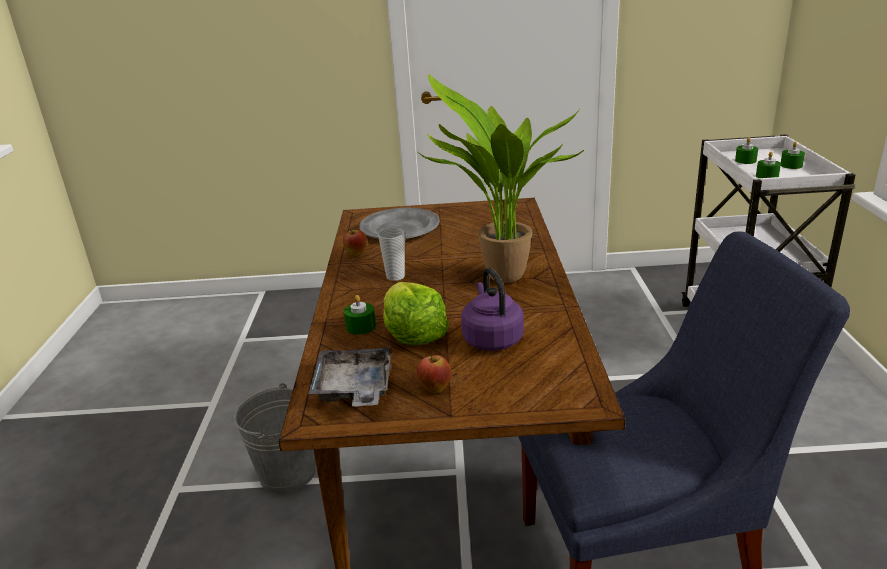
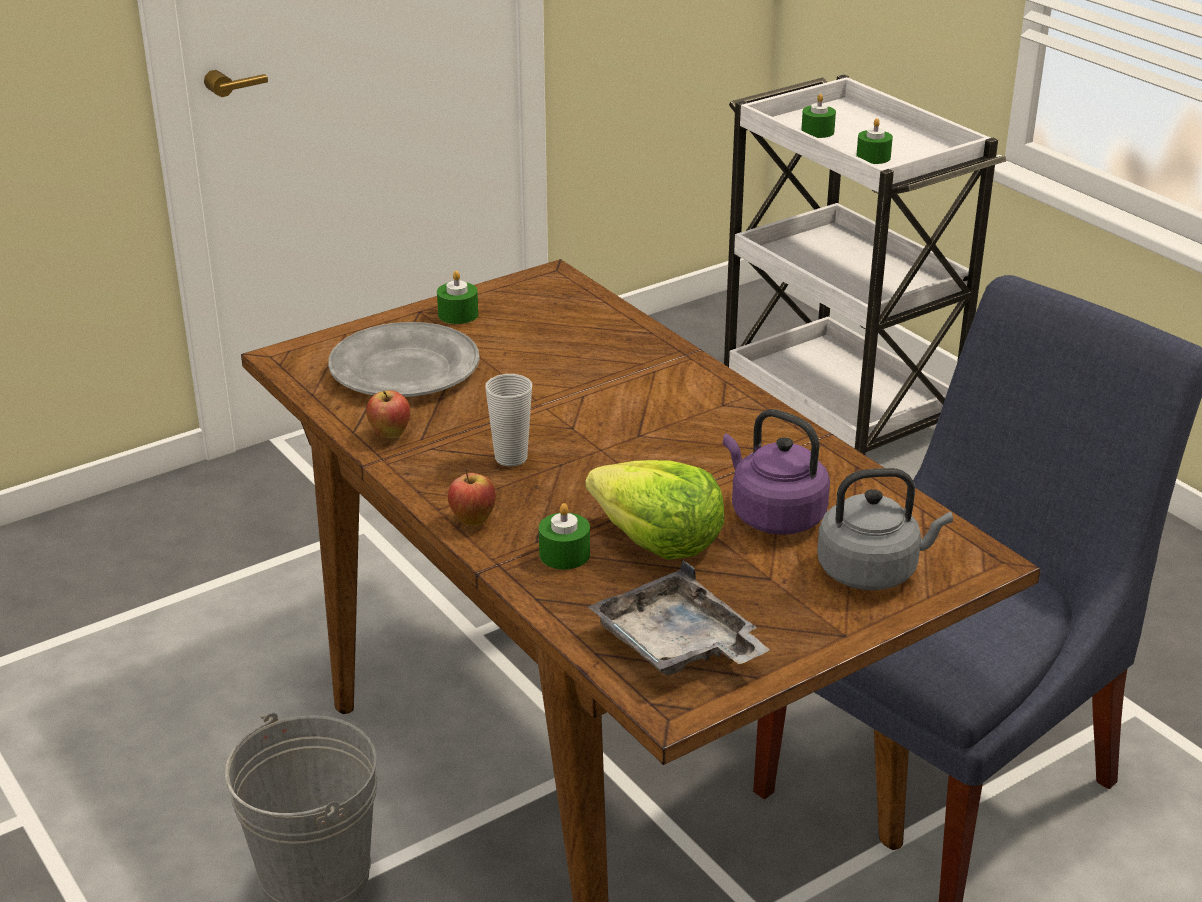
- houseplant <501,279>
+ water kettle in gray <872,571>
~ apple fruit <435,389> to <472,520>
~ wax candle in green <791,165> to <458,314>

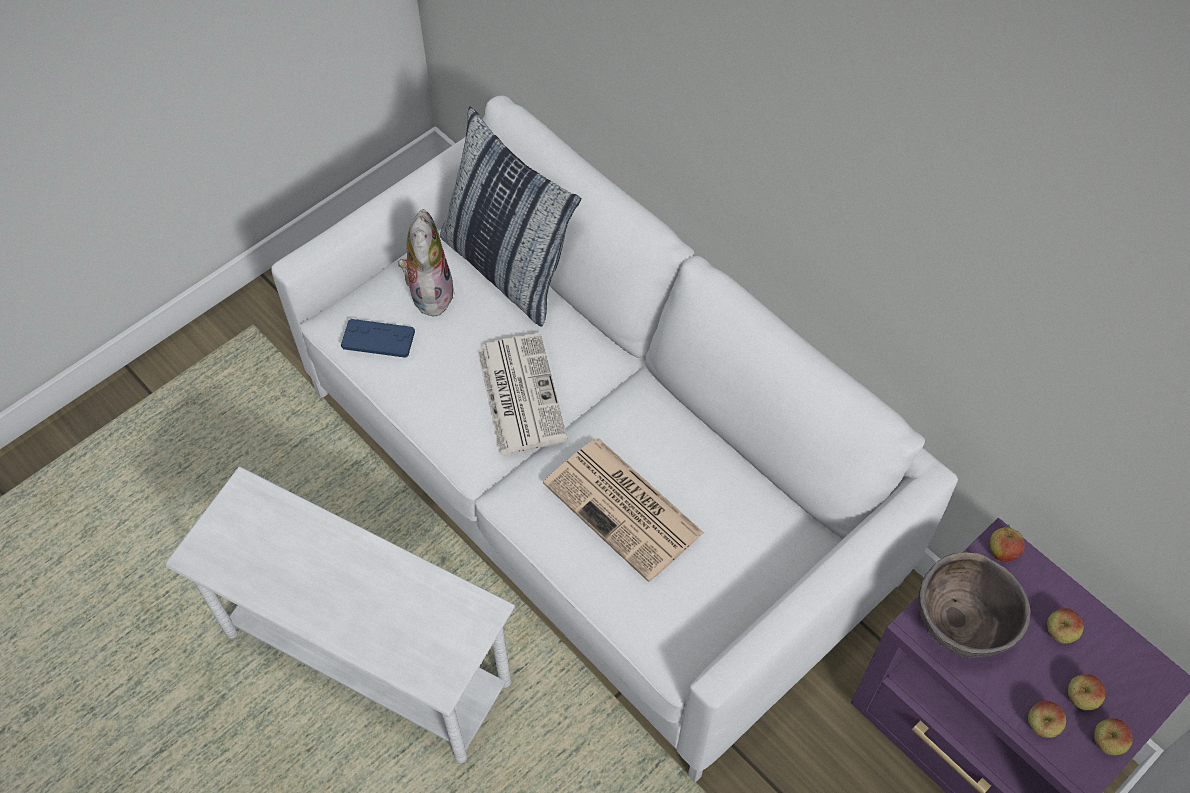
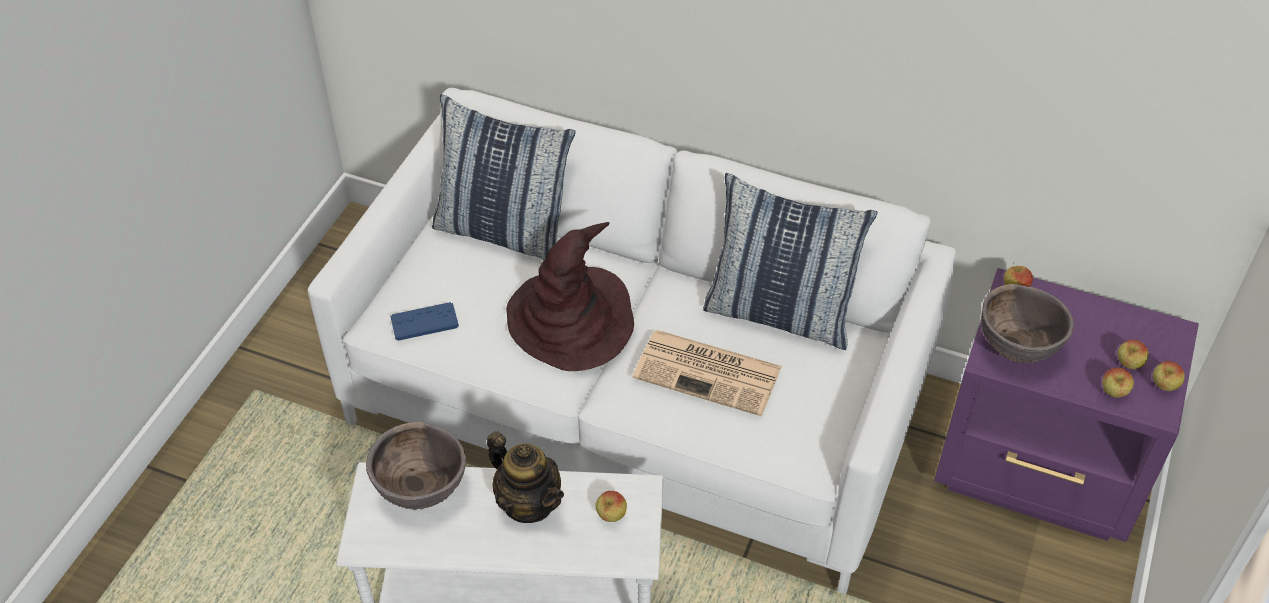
- soft toy <429,292>
+ deep dish in brown-coloured <421,491>
+ pot for tea <528,503>
+ throw pillow <780,314>
~ apple fruit <1059,633> to <611,516>
~ daily paper <519,393> to clothing hat in brown-coloured <571,320>

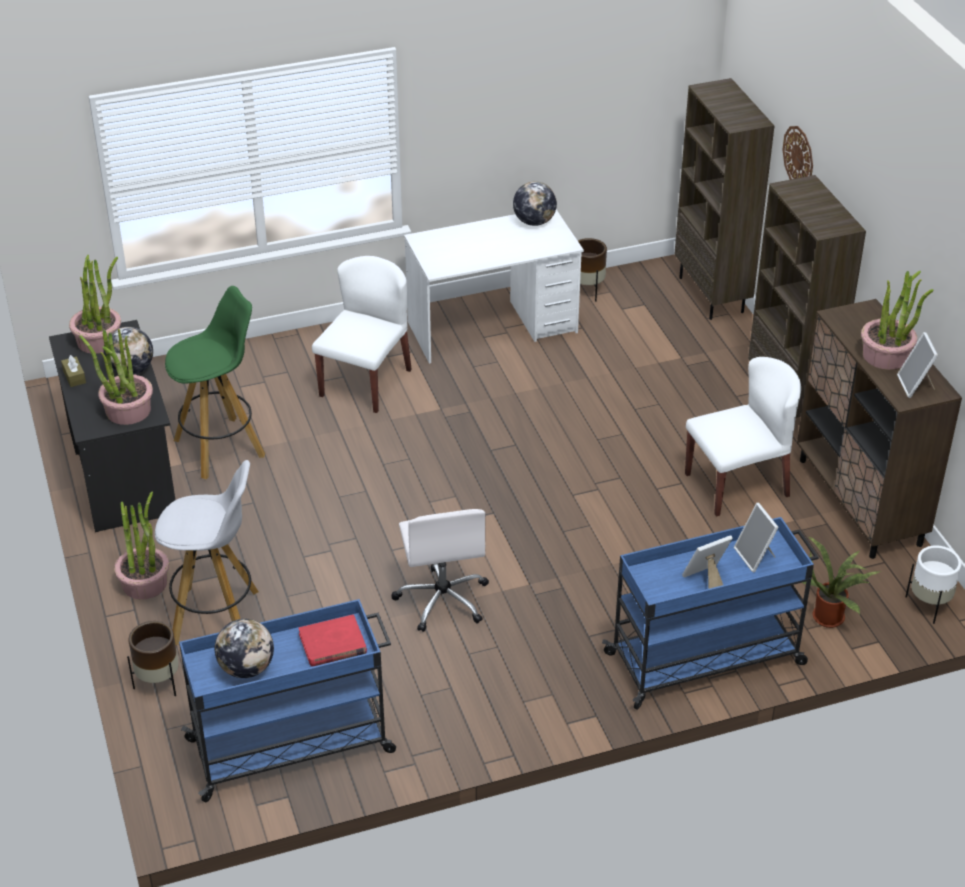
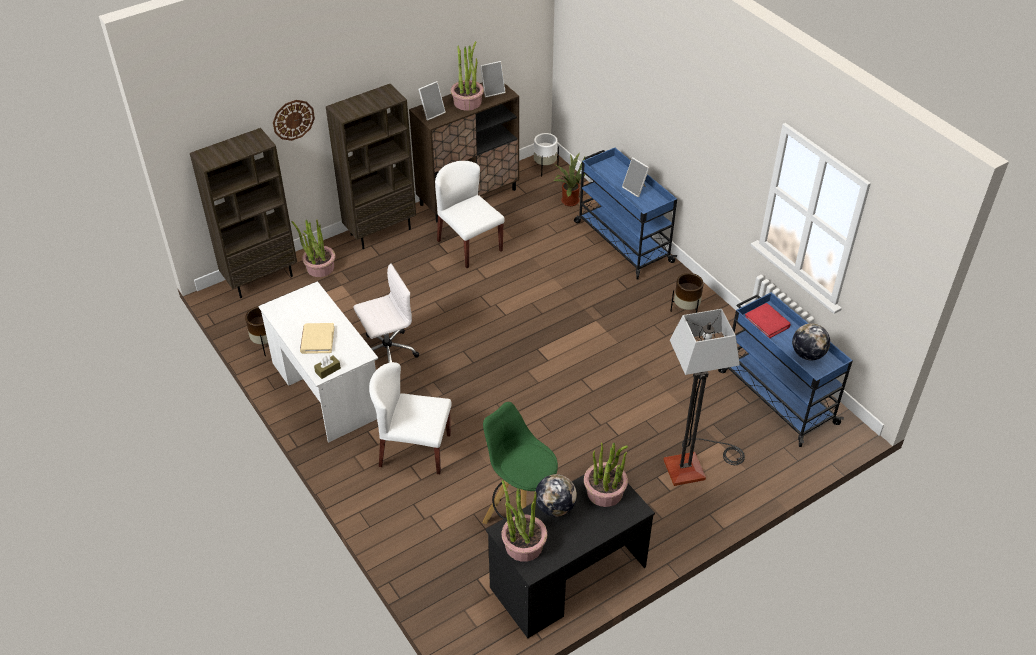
- desk globe <534,222>
+ book in beige <317,340>
~ box of tissues in brown-coloured <74,376> to <328,370>
~ houseplant <145,583> to <320,267>
~ plant pot in brown-coloured <158,682> to <685,311>
~ desk chair in whitish <443,599> to <387,352>
~ picture frame <755,557> to <432,113>
~ stool seat in whitish <217,617> to standing lamp <694,464>

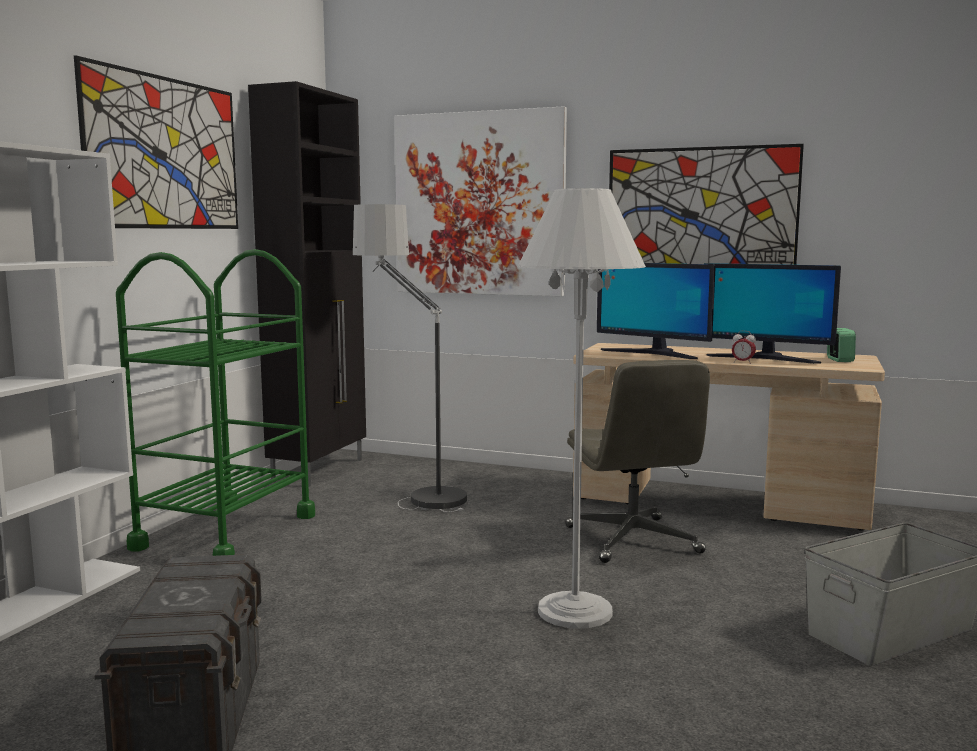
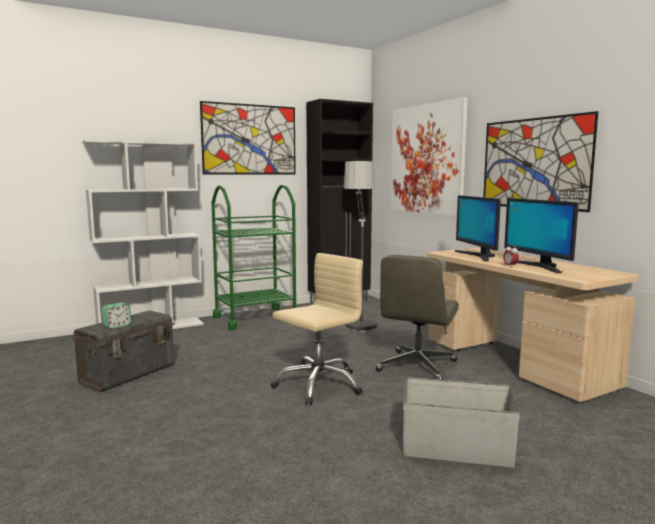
~ table clock <839,360> to <117,326>
~ standing lamp in whitish <575,611> to desk chair in beige <318,385>

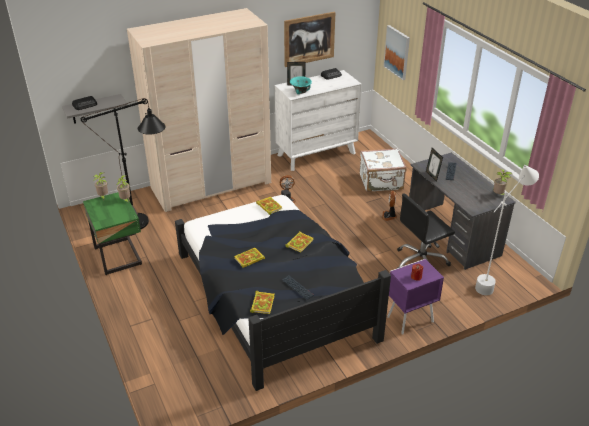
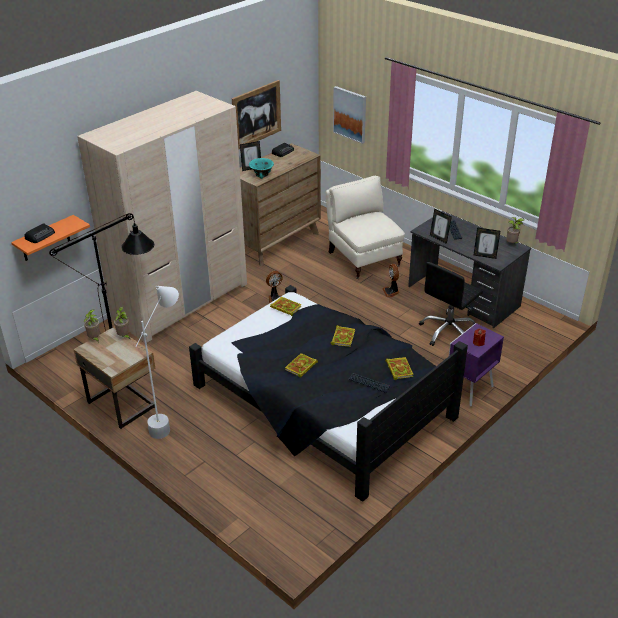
+ picture frame <485,256>
~ book <262,303> to <399,369>
~ standing lamp in whitish <493,282> to <170,420>
~ travel case in whitish <381,182> to armchair in beige <363,258>
~ bracket shelf in gray <93,109> to bracket shelf in orangey <45,239>
~ bedside table in green <119,255> to bedside table in beige <123,403>
~ dresser in whitish <316,154> to dresser in brown-coloured <277,242>

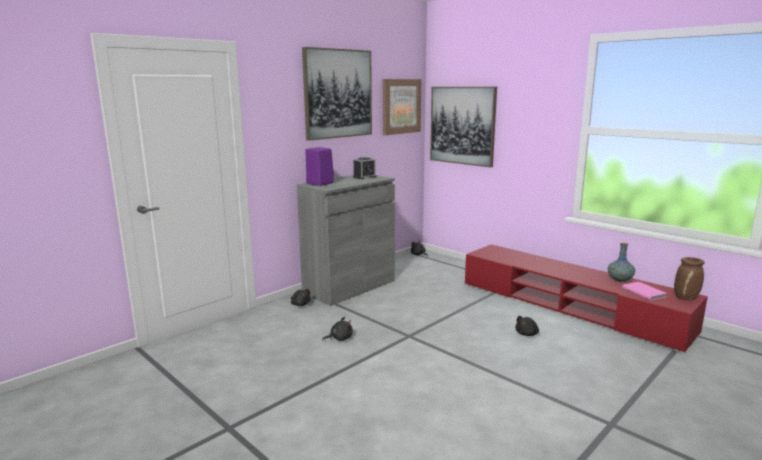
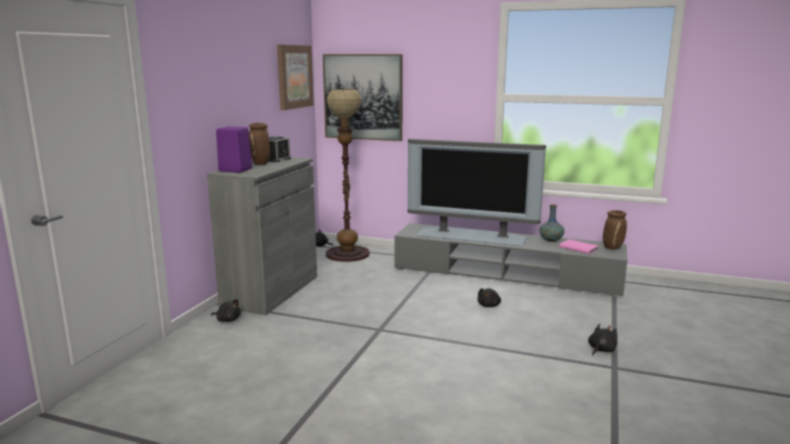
- wall picture <338,94>
+ vase in brown-coloured <261,164>
+ standing lamp <347,254>
+ TV <471,236>
~ soft toy in black-coloured <340,338> to <601,350>
~ tv unit in red-coloured <570,307> to tv unit in gray <506,274>

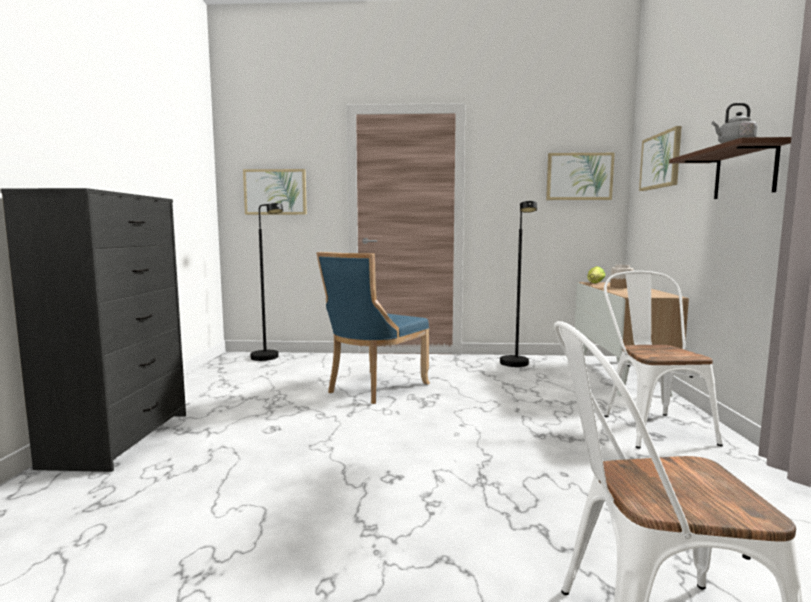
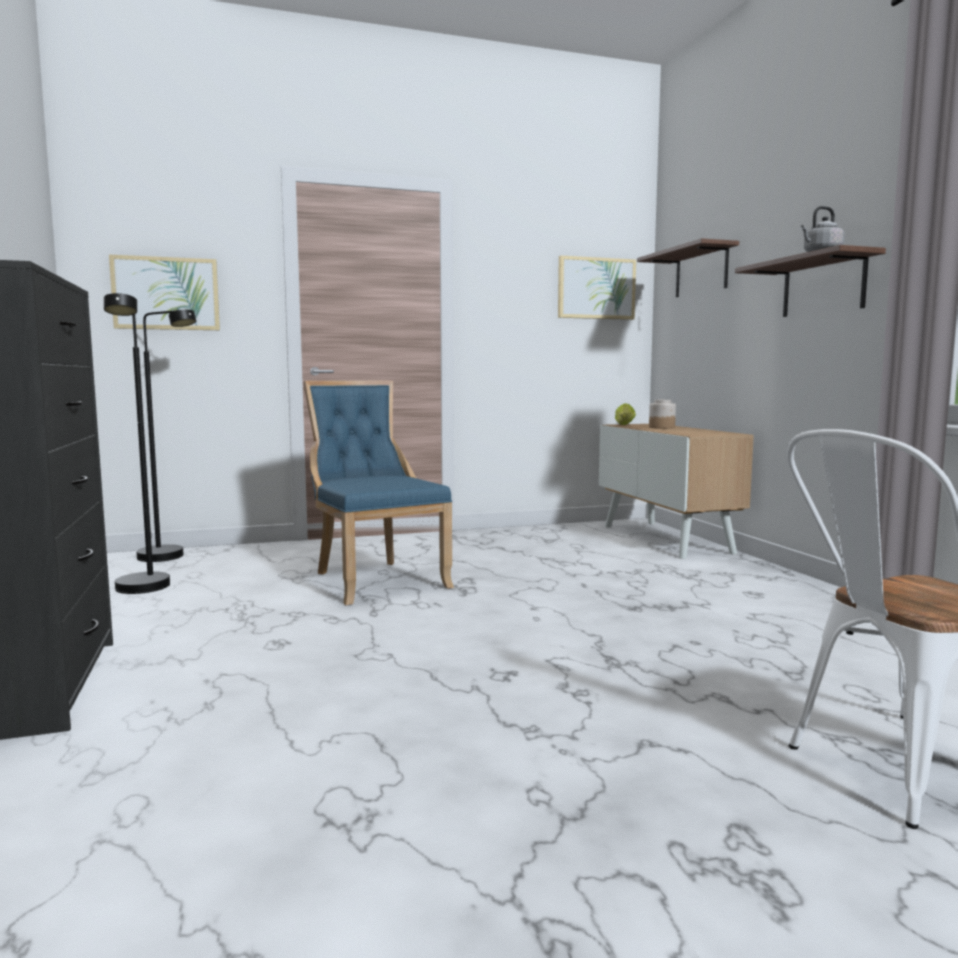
- chair in whitish <651,426>
~ standing lamp in black-coloured <516,365> to <143,590>
~ wall picture <660,161> to bracket shelf <701,271>
~ chair in blue-coloured <373,388> = <375,580> 135 degrees clockwise

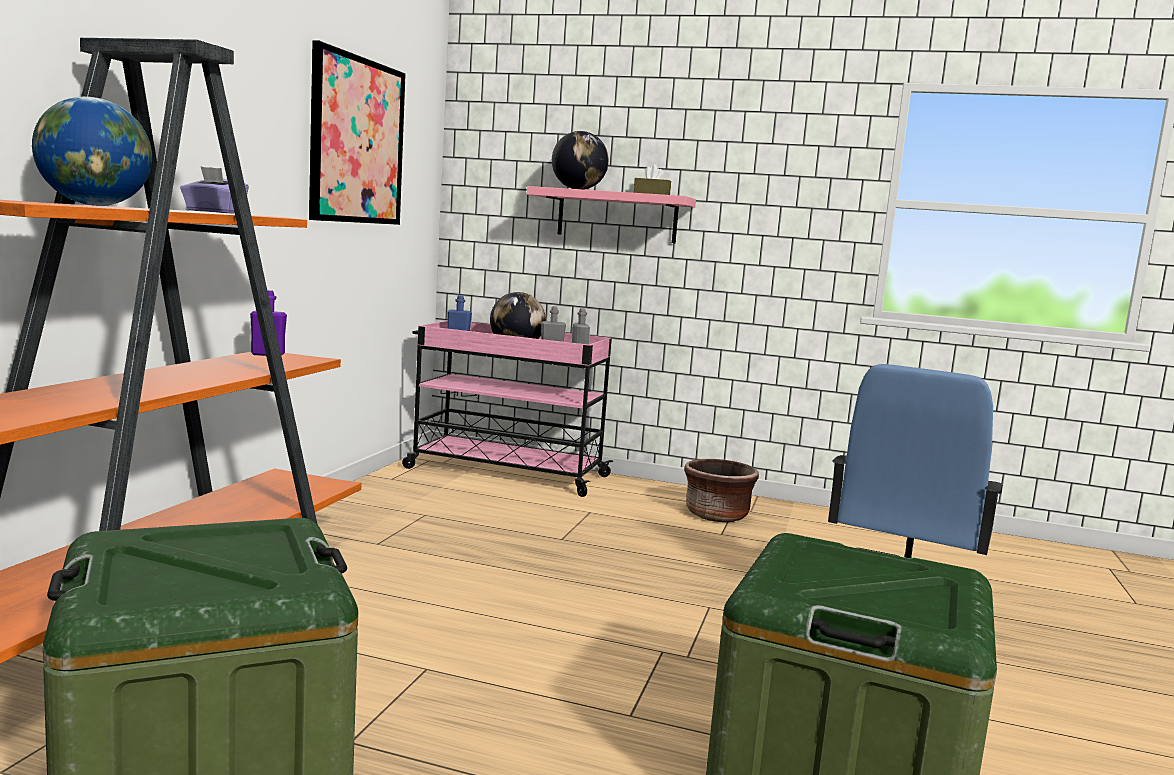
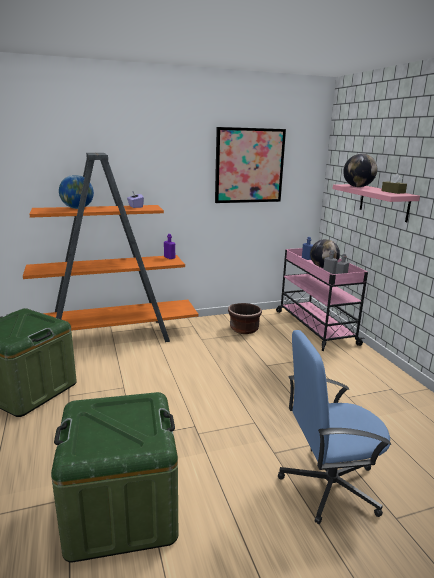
~ plant pot in brown-coloured <716,515> to <244,329>

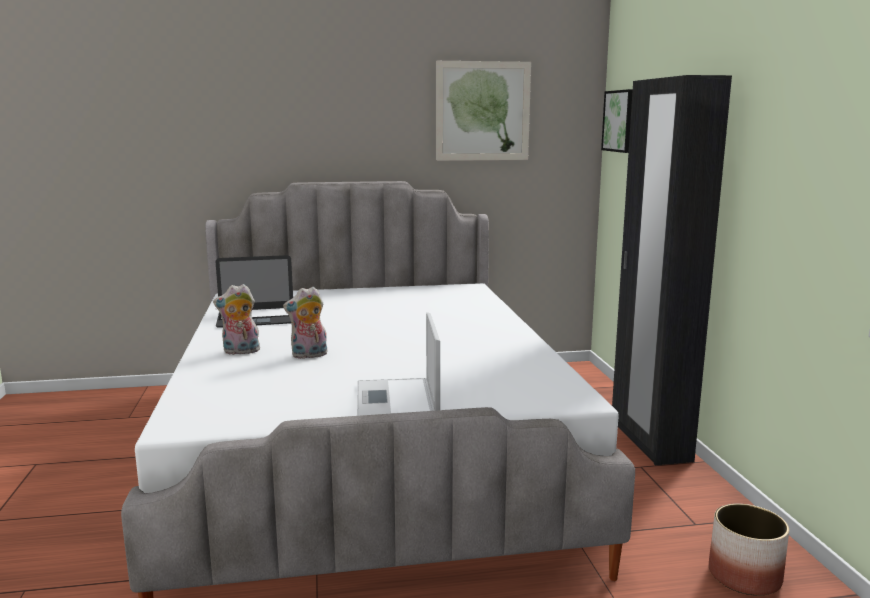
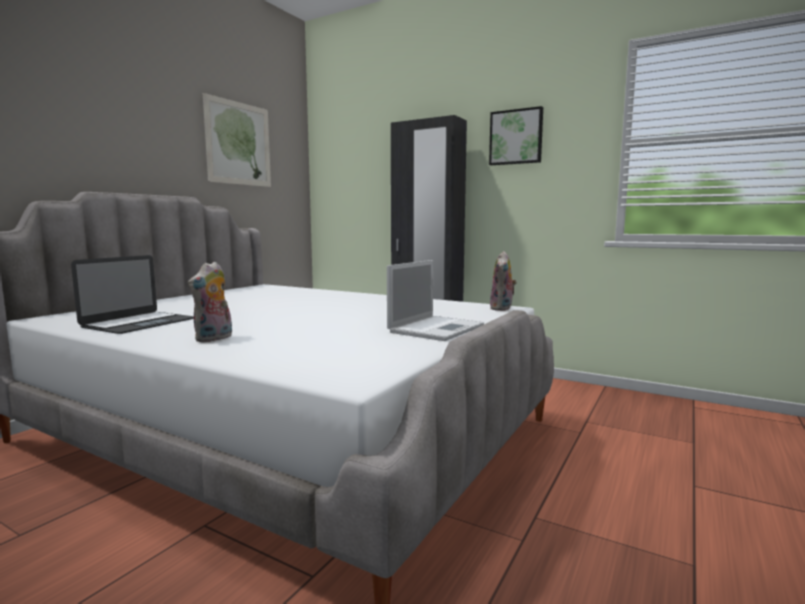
- plant pot <745,576>
~ soft toy <309,355> to <502,308>
~ wall picture <621,121> to <516,137>
~ notebook computer <397,401> = <437,328> 90 degrees counterclockwise

